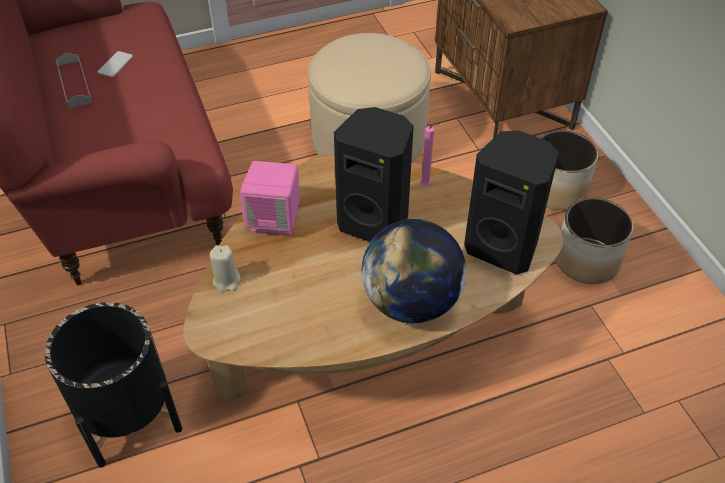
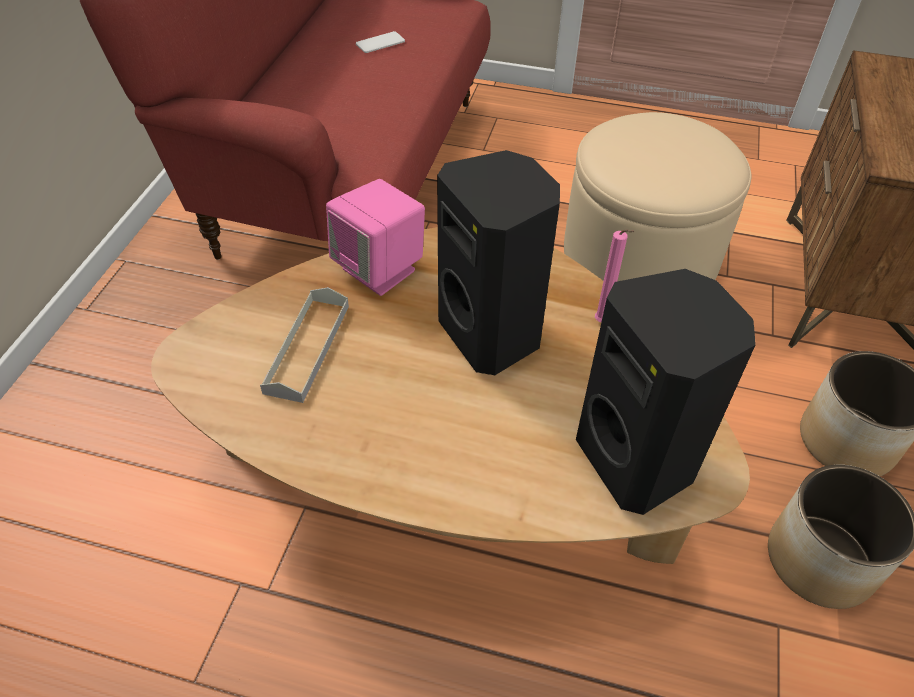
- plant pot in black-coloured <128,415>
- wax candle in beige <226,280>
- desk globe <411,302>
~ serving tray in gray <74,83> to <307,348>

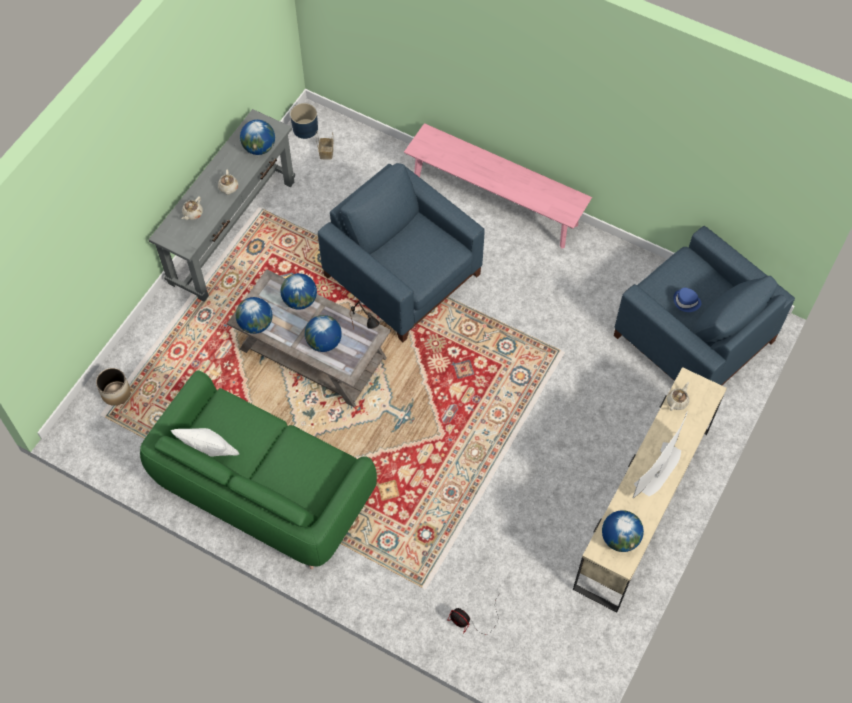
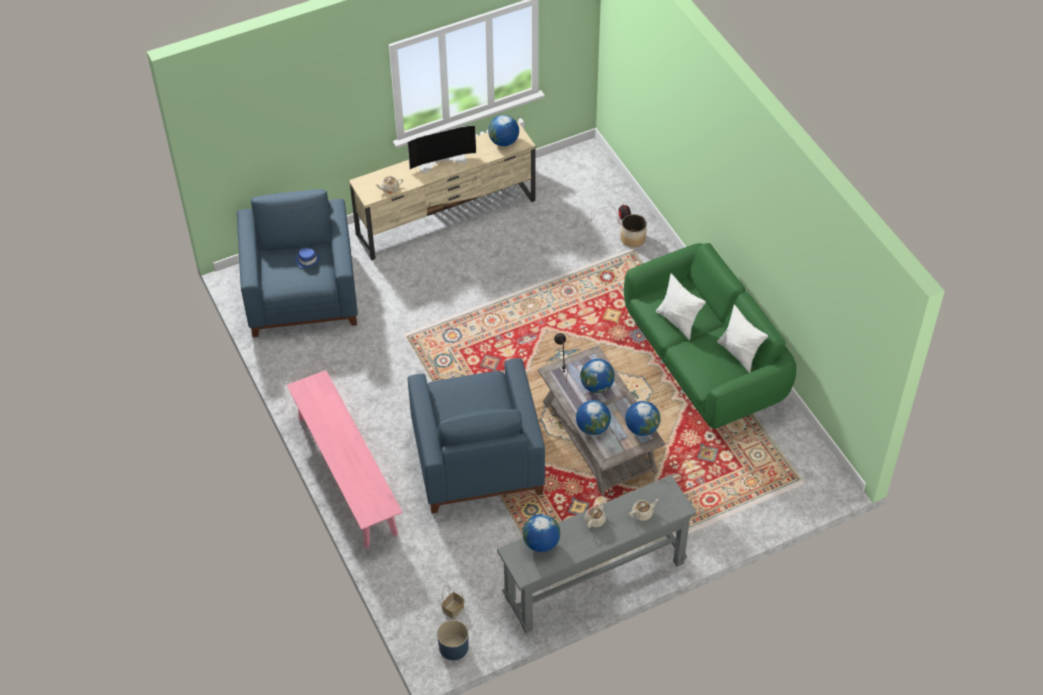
+ throw pillow in whitish <678,322>
~ plant pot <116,393> to <633,238>

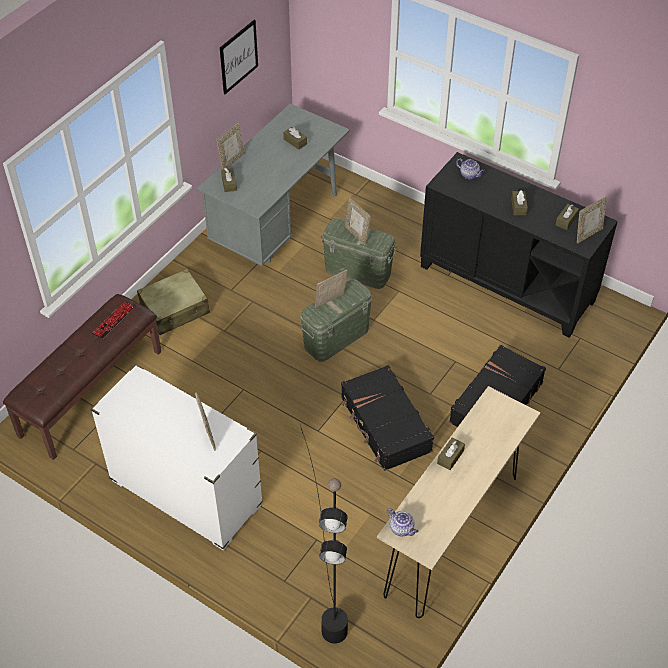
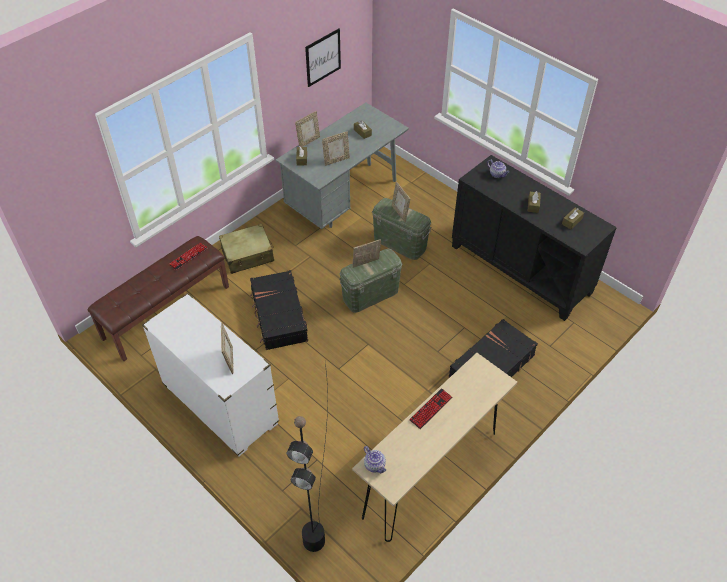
~ travel case in black-coloured <385,425> to <278,316>
~ picture frame <588,234> to <336,160>
~ box of tissues in brown-coloured <450,457> to computer keyboard <430,409>

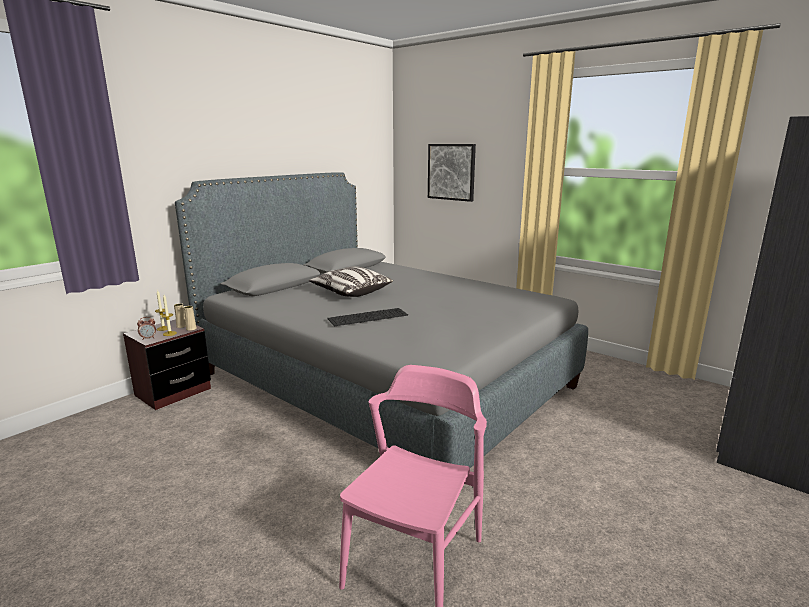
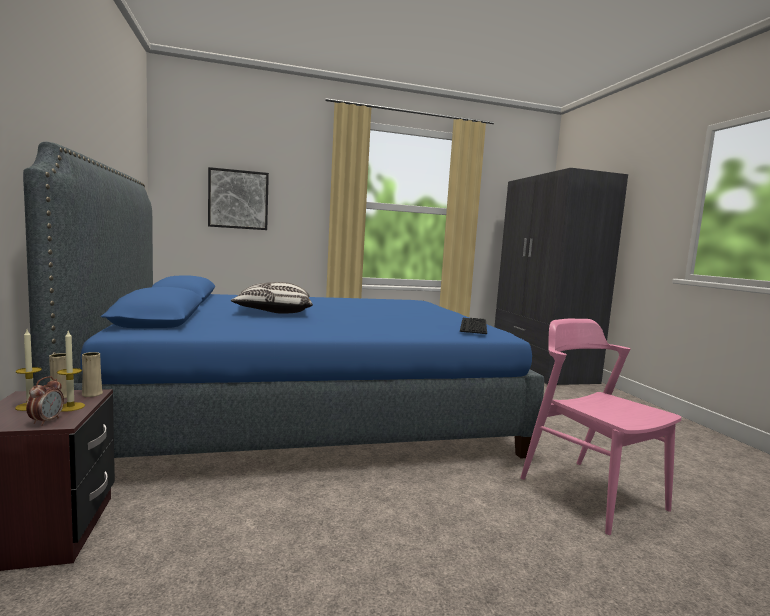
~ computer keyboard <368,316> to <472,325>
~ bed in gray <383,380> to bed in blue-coloured <303,412>

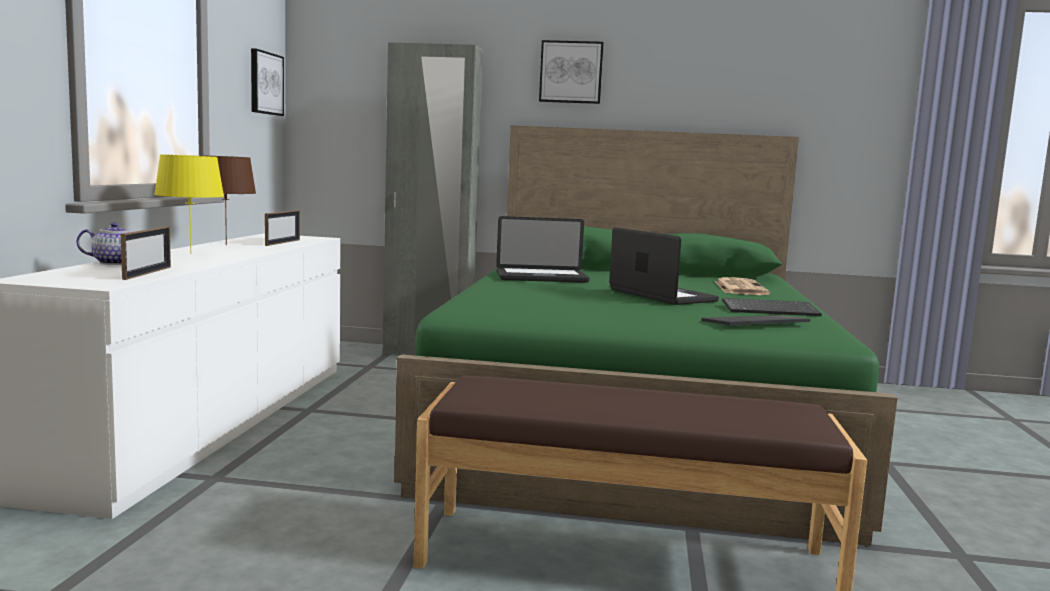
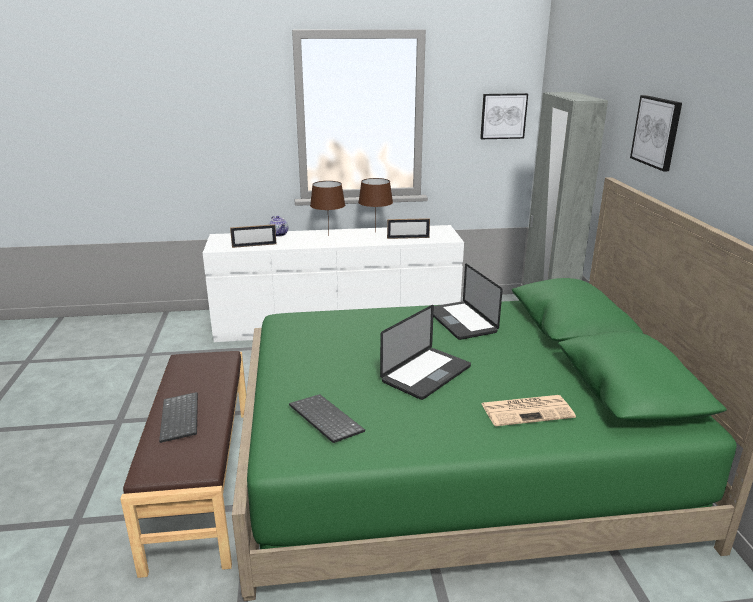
~ computer keyboard <771,310> to <181,418>
~ table lamp in yellow-coloured <190,254> to table lamp in brown-coloured <328,235>

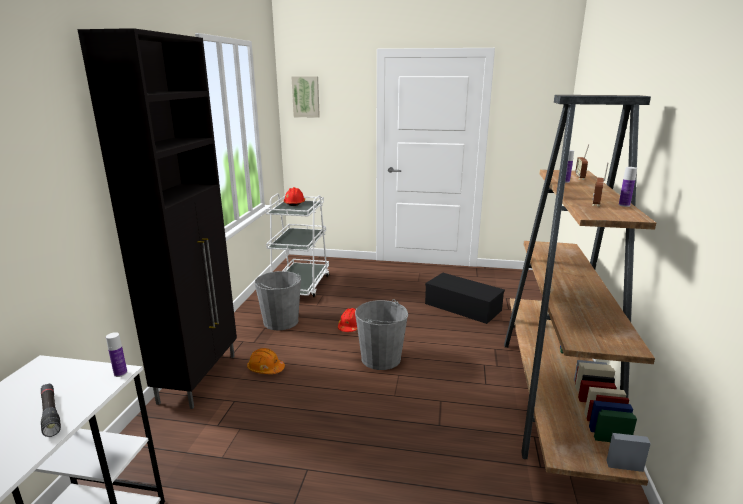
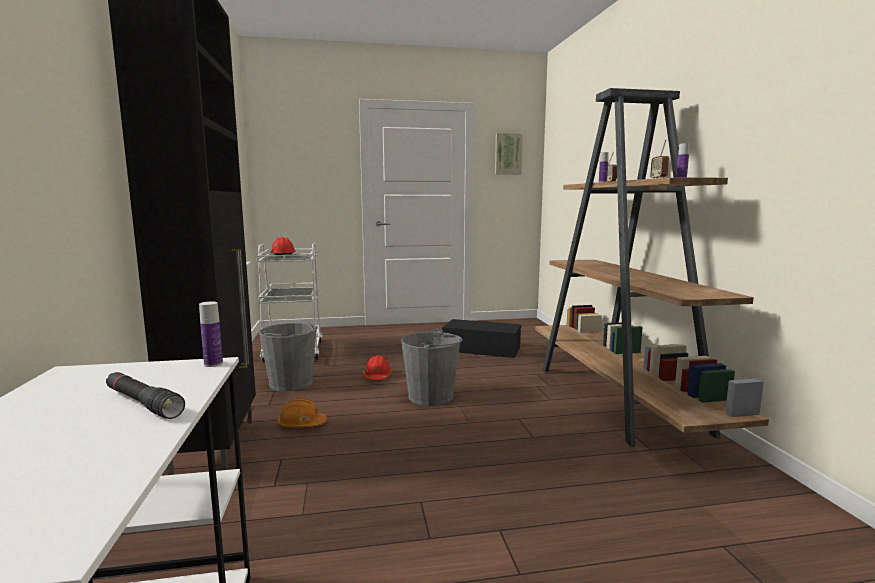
~ wall picture <306,97> to <508,154>

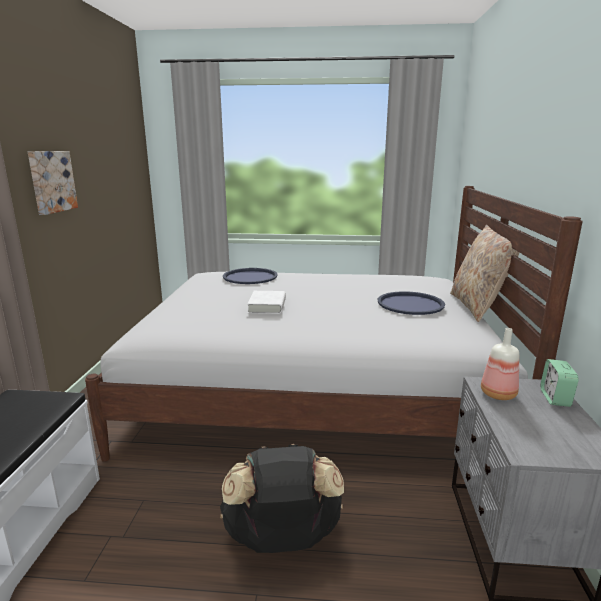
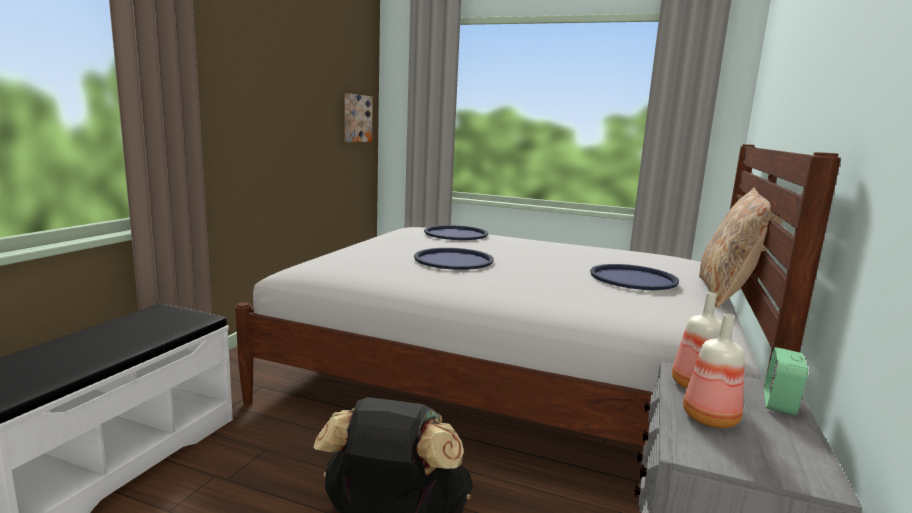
+ drink bottle <709,419>
~ wall picture <51,181> to <356,118>
~ book in whitish <267,306> to serving tray in blue-coloured <453,260>

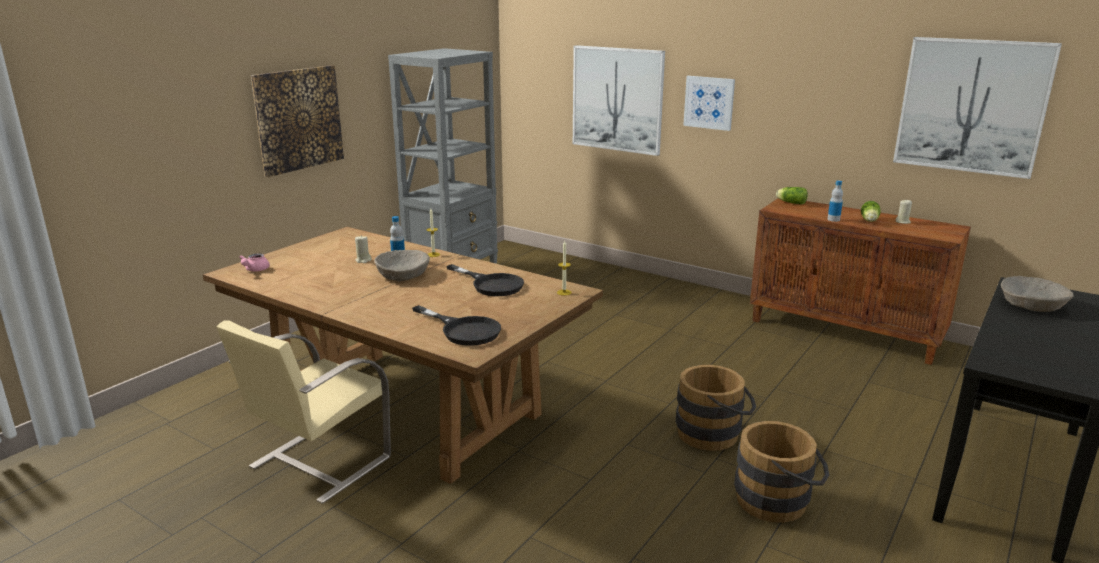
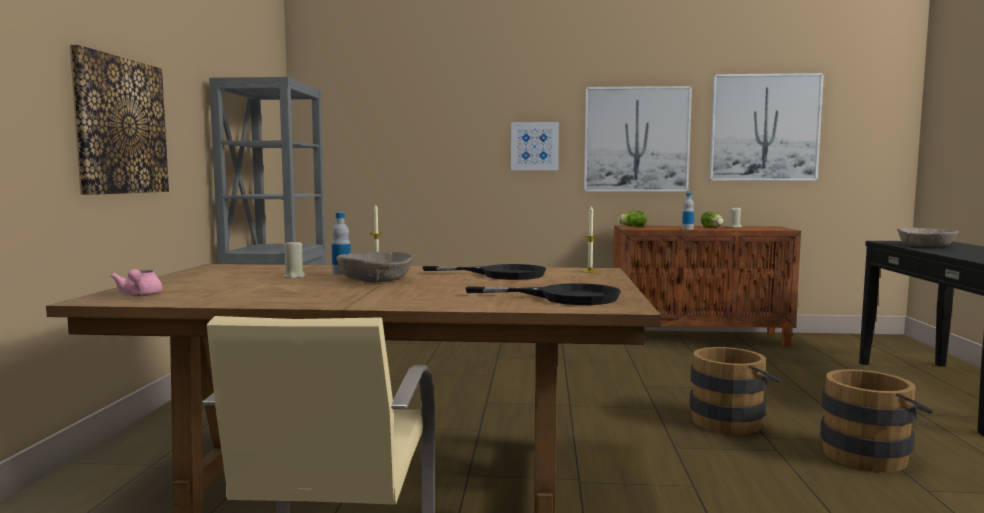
~ wall picture <617,99> to <636,139>

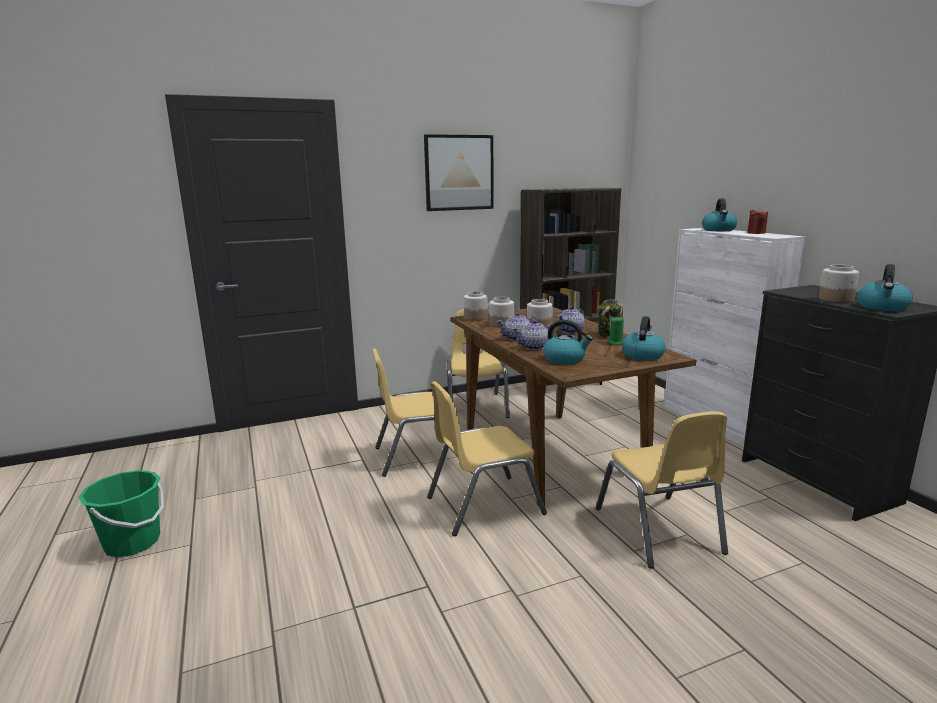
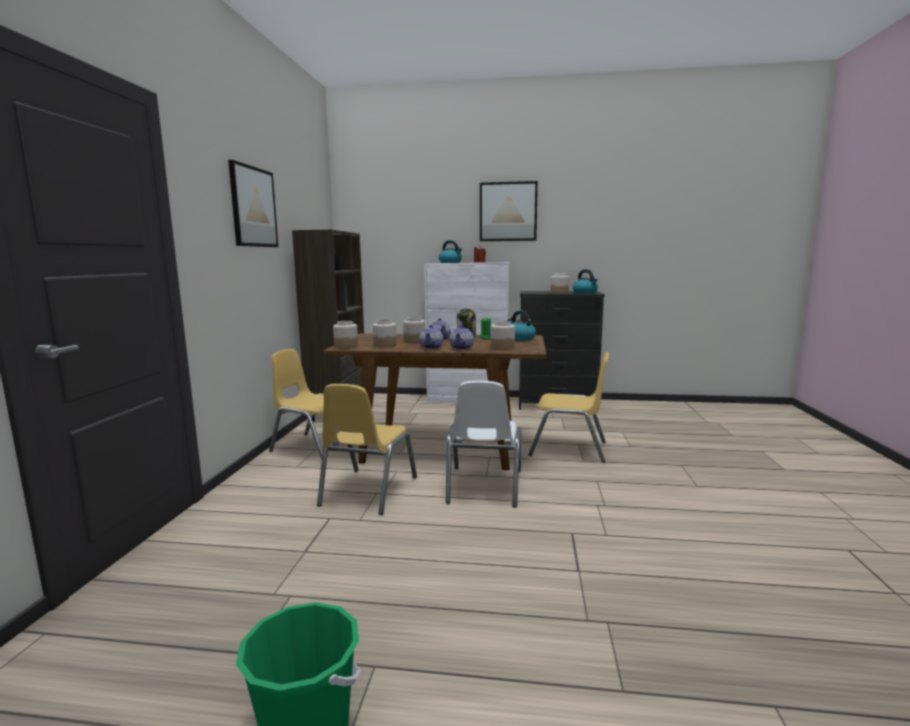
+ wall picture <508,211>
~ water kettle <565,359> to preserve jar <502,348>
~ chair in yellow-coloured <483,505> to chair in whitish <483,486>

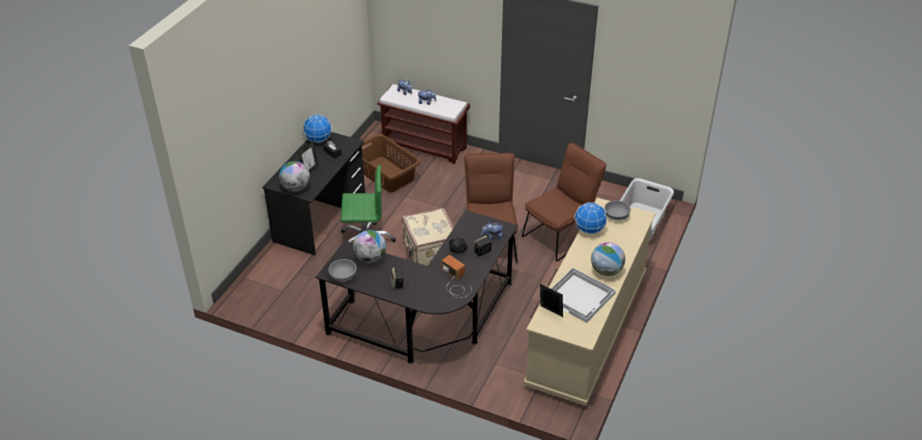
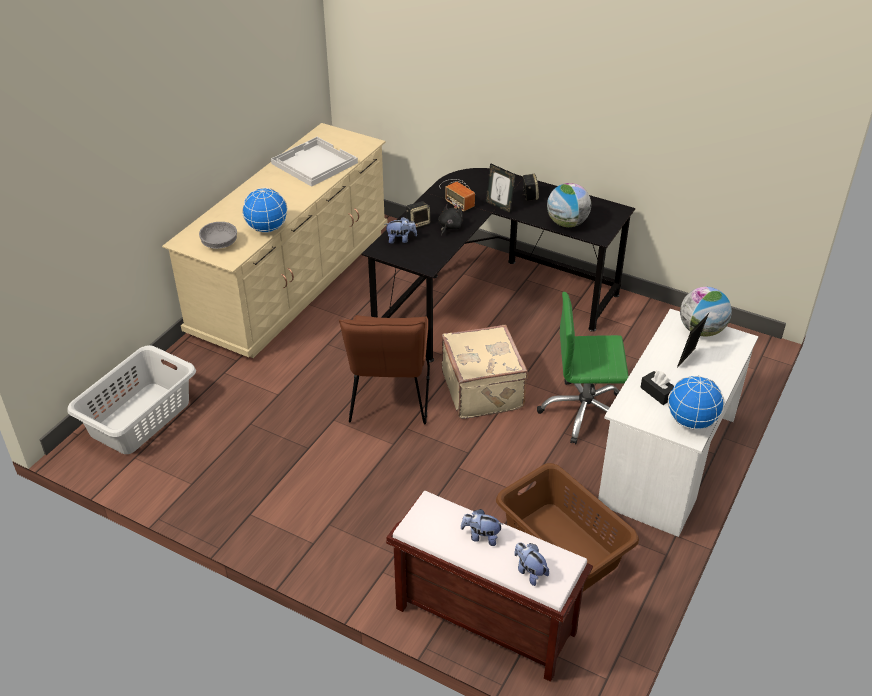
- deep dish in gray <343,276>
- chair in brown-coloured <561,235>
- desk globe <606,271>
~ picture frame <550,312> to <499,206>
~ desk unit in black-coloured <320,217> to desk unit in whitish <667,461>

